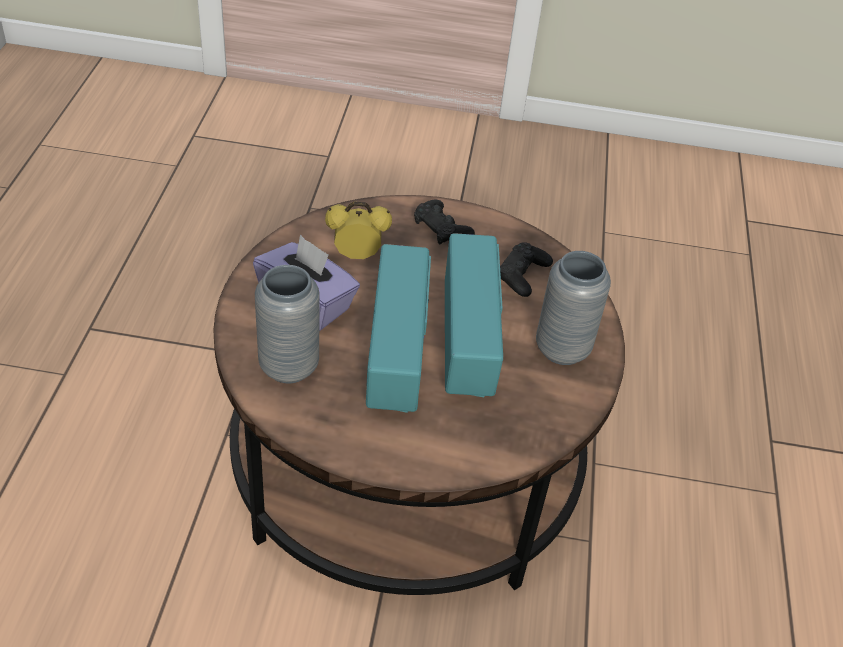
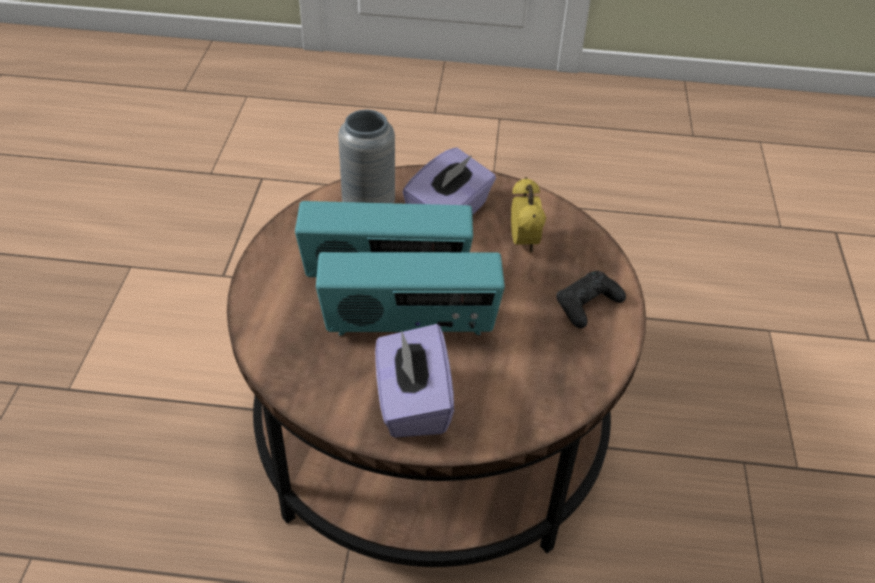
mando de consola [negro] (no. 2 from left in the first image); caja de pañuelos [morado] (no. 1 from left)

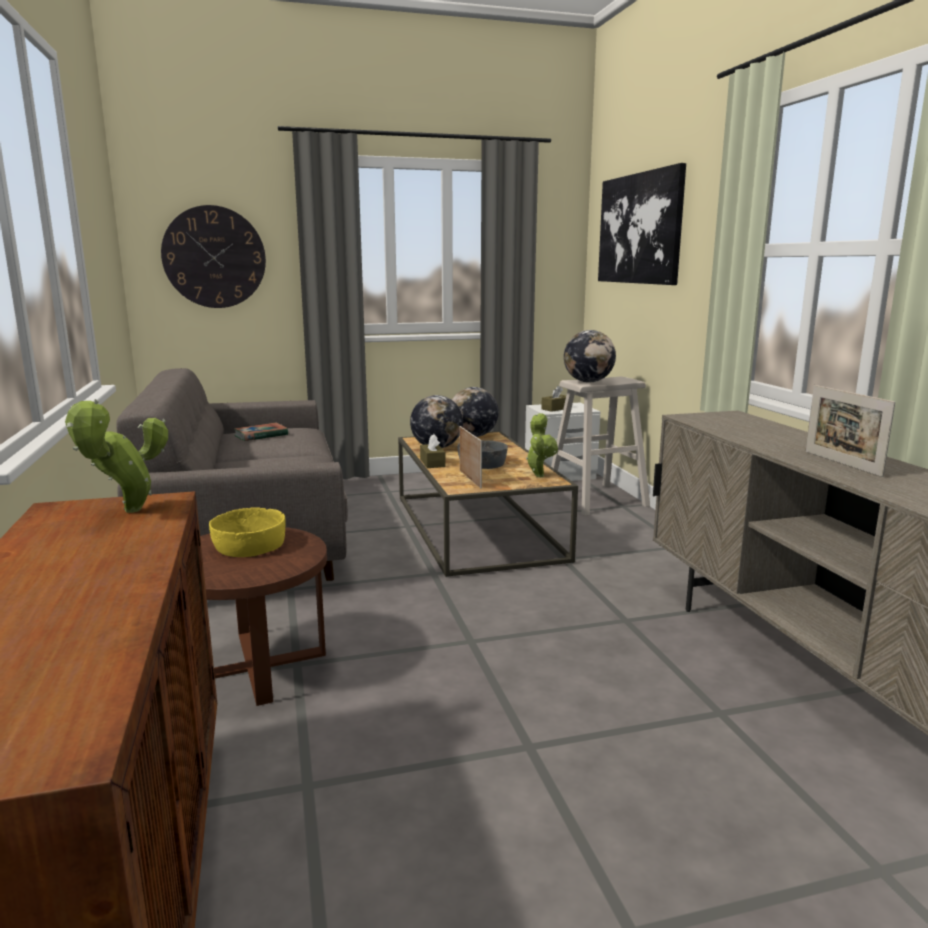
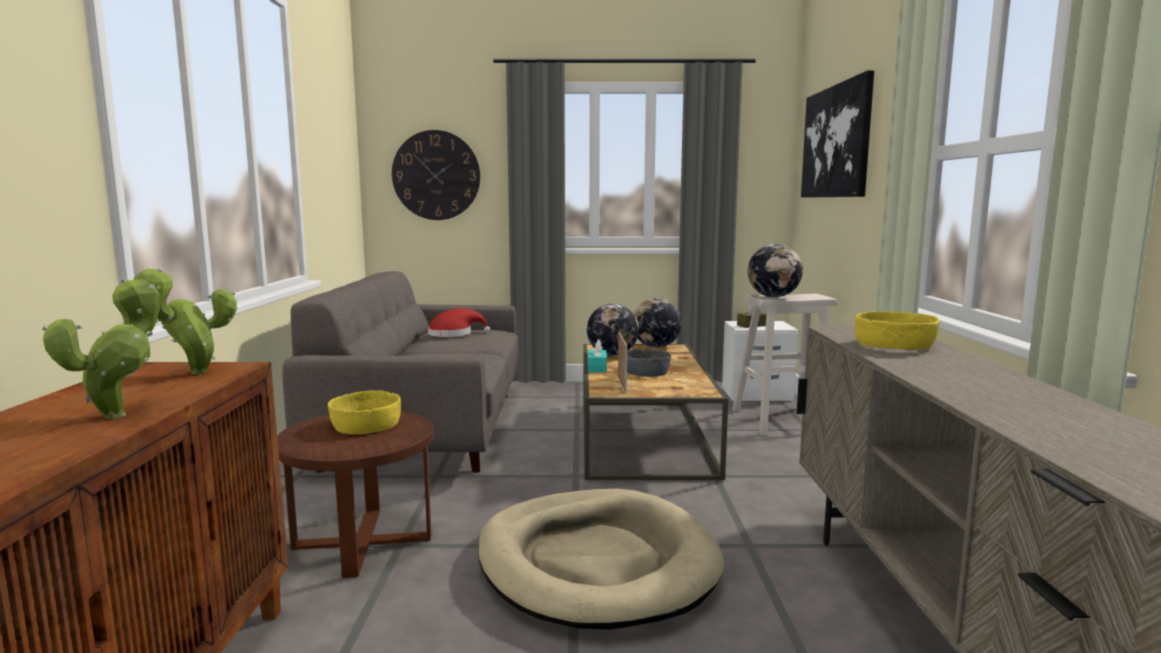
sombrero [rojo]; caja de pañuelos [turquesa]; planta en maceta (no. 1 from left); portarretratos (no. 2 from left in the first image); cama para perro [beis]; cuenco [amarillo] (no. 2 from left)

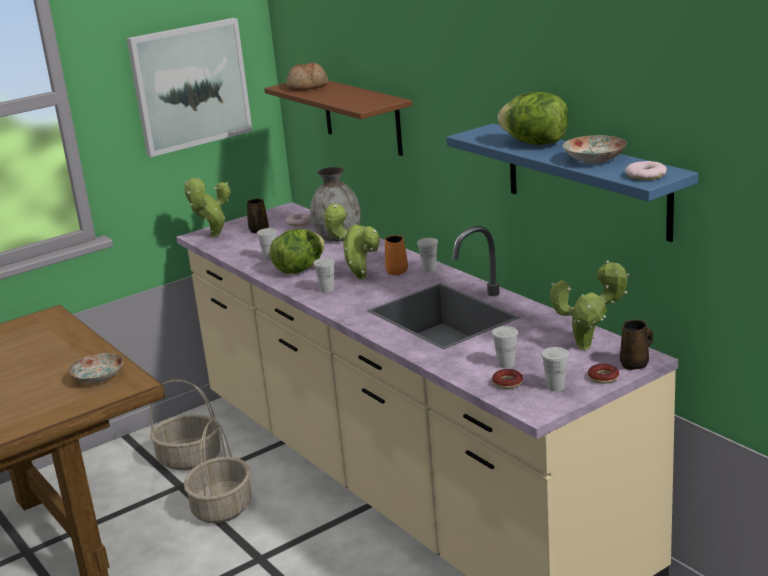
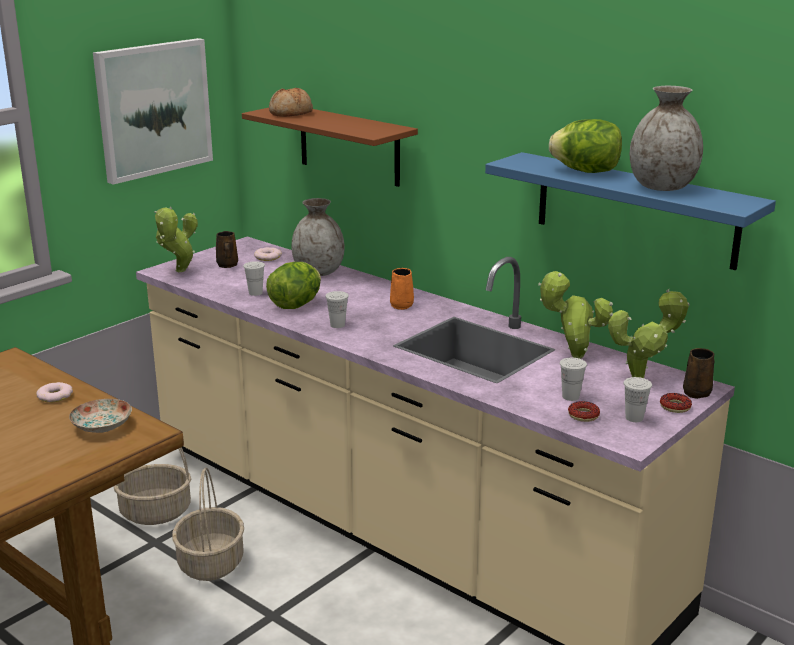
planta en maceta (no. 2 from left); taza [blanco] (no. 3 from left in the first image); florero [gris] (no. 2 from left); rosquilla (no. 1 from left)

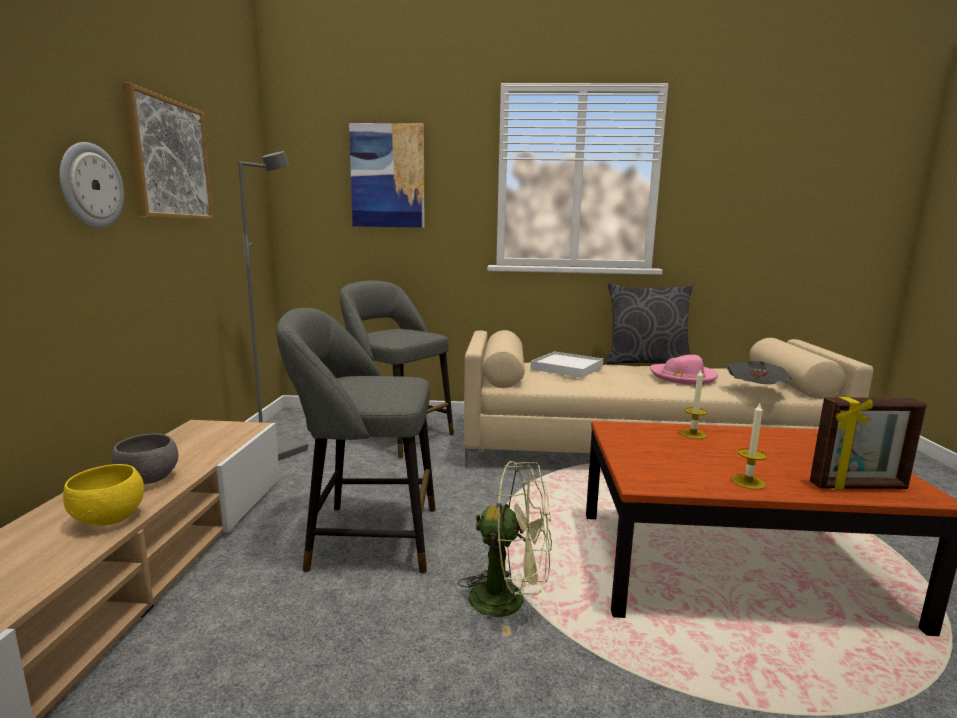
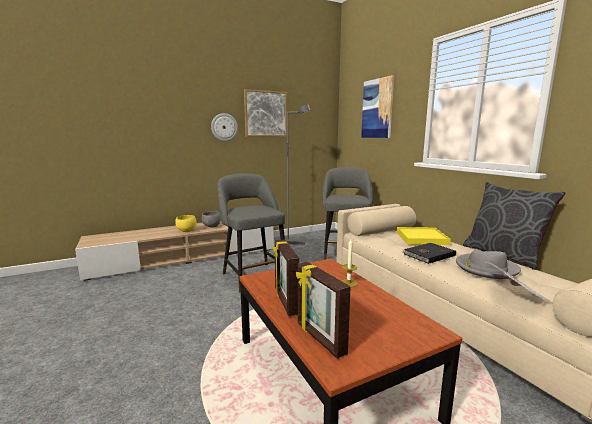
ventilador [verde]; bandeja [amarillo]; sombrero [gris]; portarretratos (no. 1 from left); libro [negro]

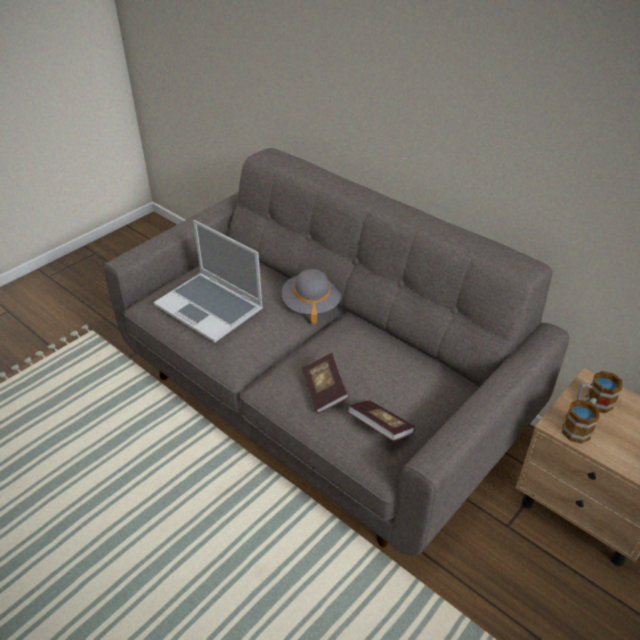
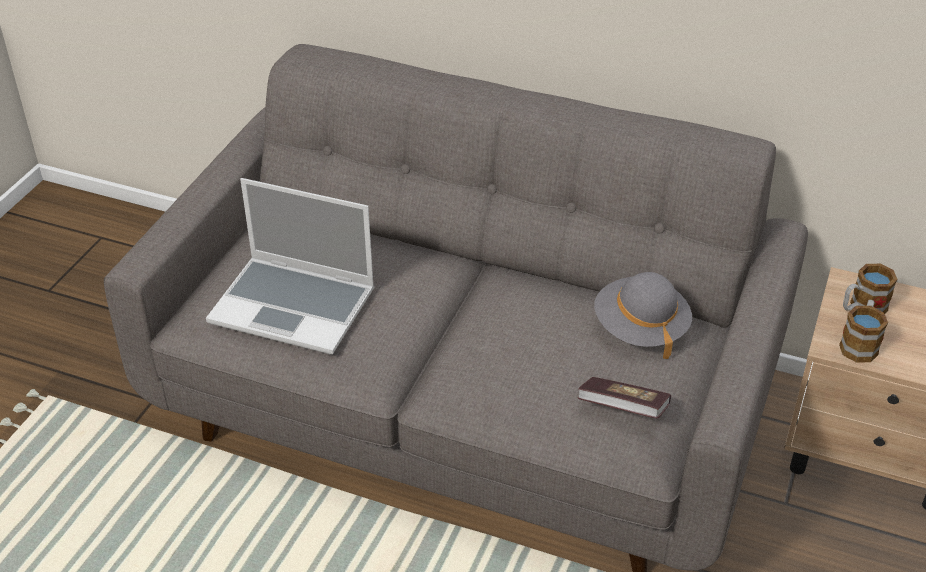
sombrero [gris]; libro (no. 1 from left in the first image)

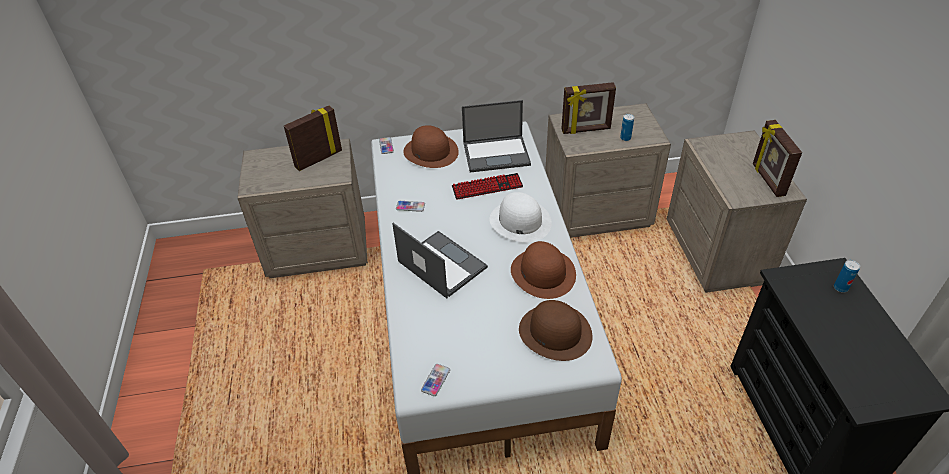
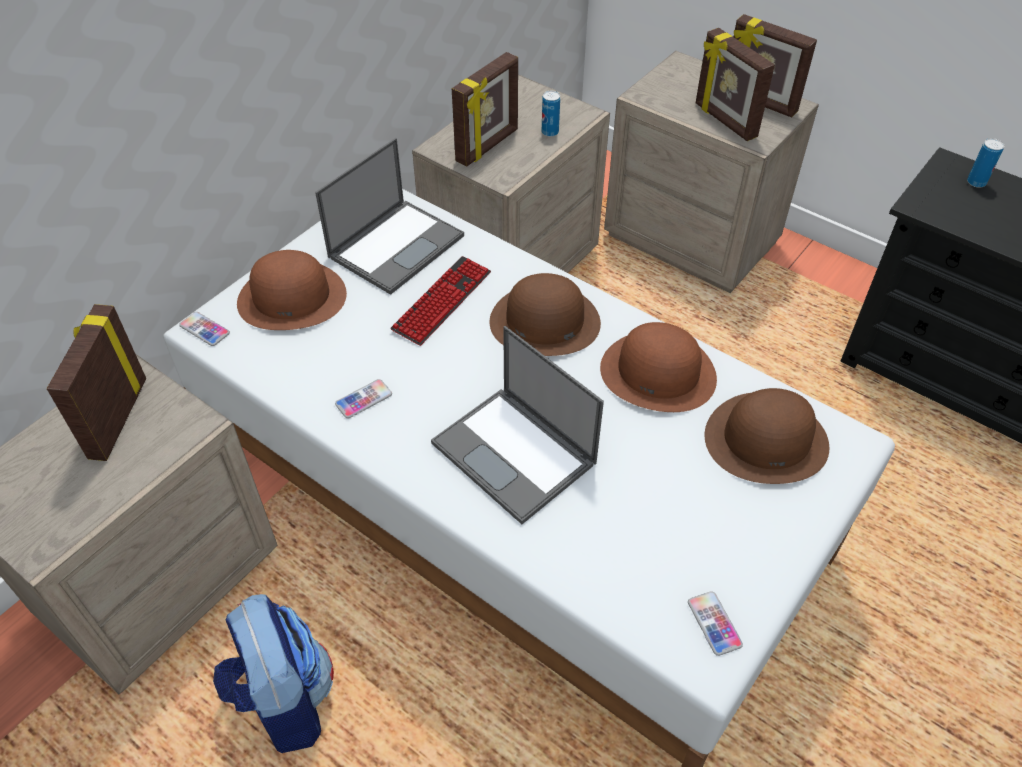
portátil (no. 2 from left); sombrero [marrón] (no. 2 from left); mochila; portarretratos (no. 3 from left)

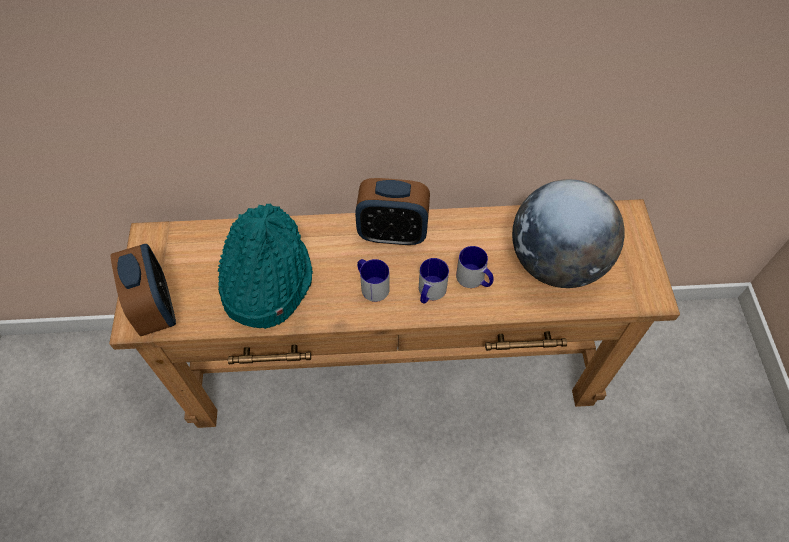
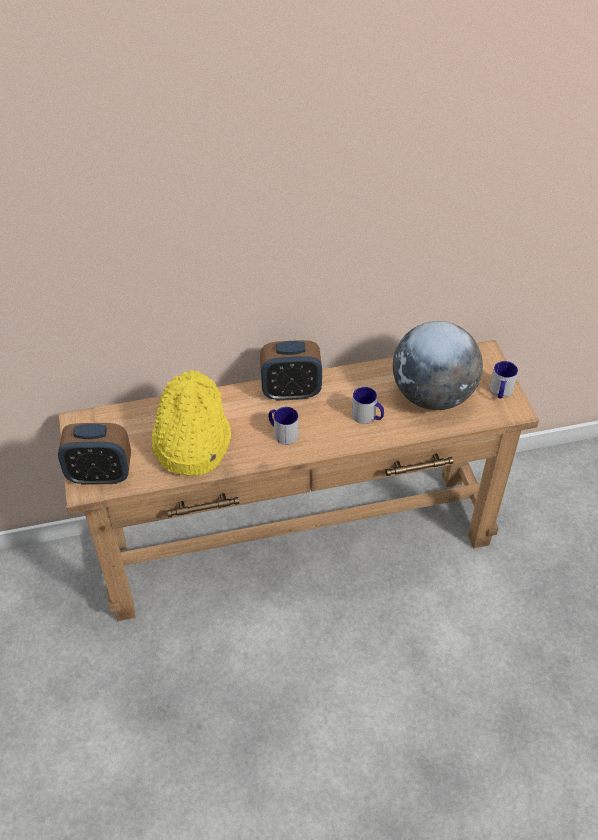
despertador (no. 1 from left); sombrero [amarillo]; taza grande (no. 3 from left)

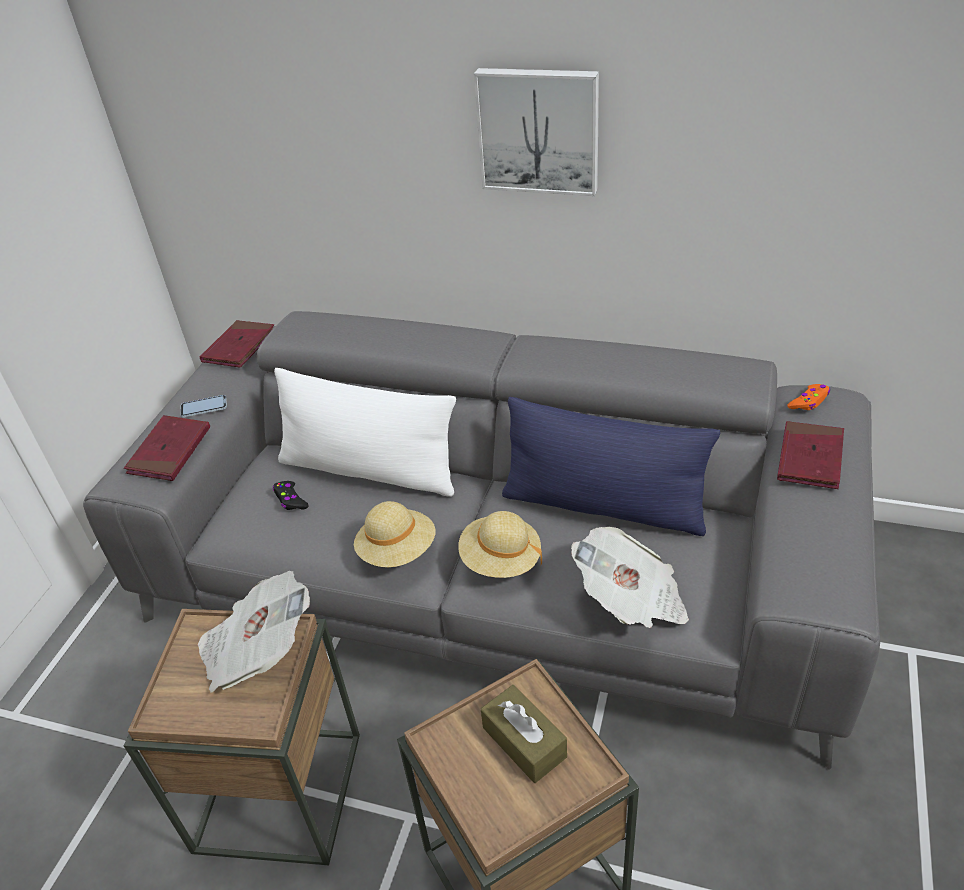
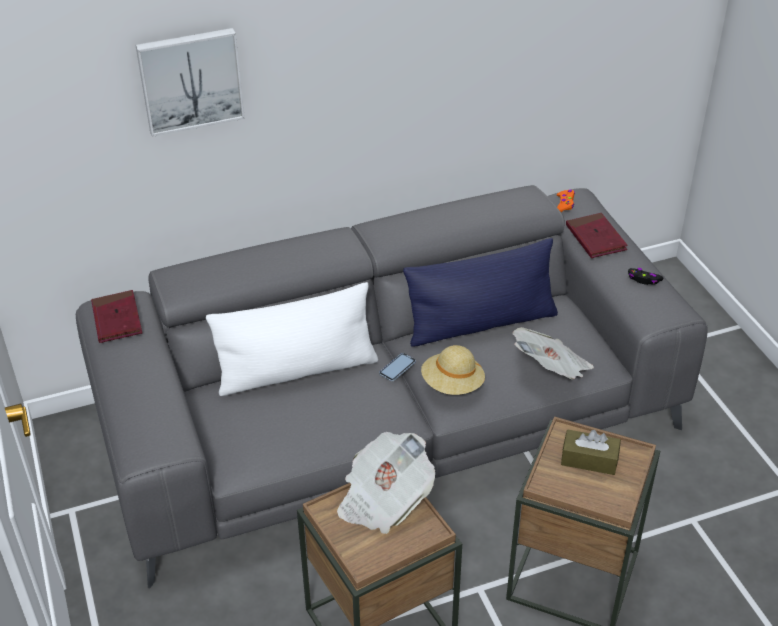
libro [rojo] (no. 1 from left in the first image); móvil; mando de consola [negro]; sombrero [beis] (no. 1 from left in the first image); cuadro

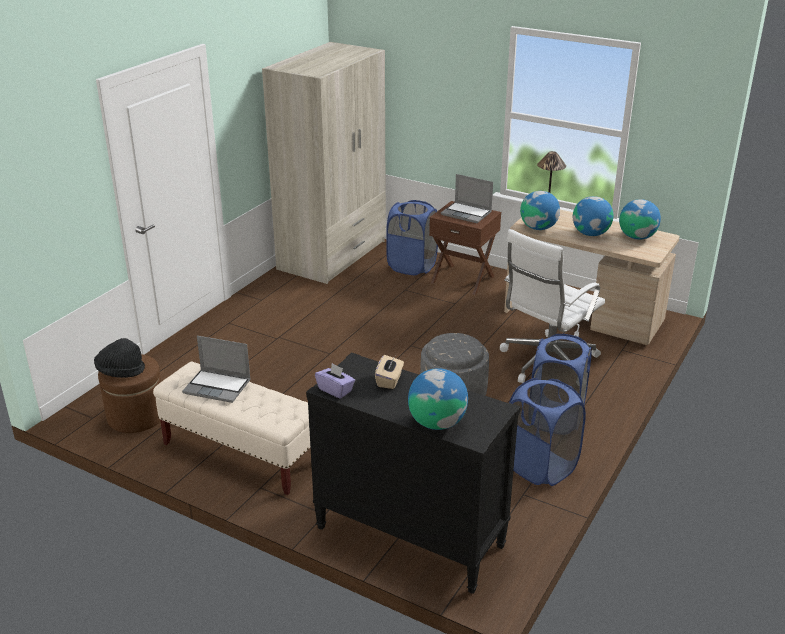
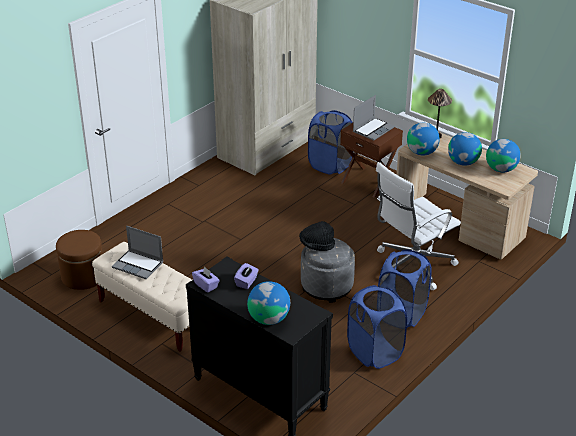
sombrero [negro]; caja de pañuelos [morado] (no. 2 from left); portátil (no. 2 from left)

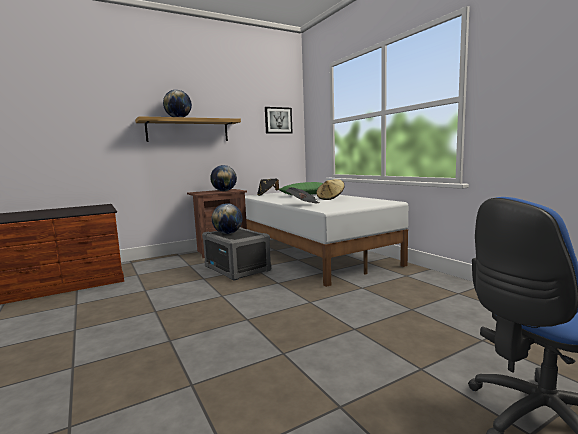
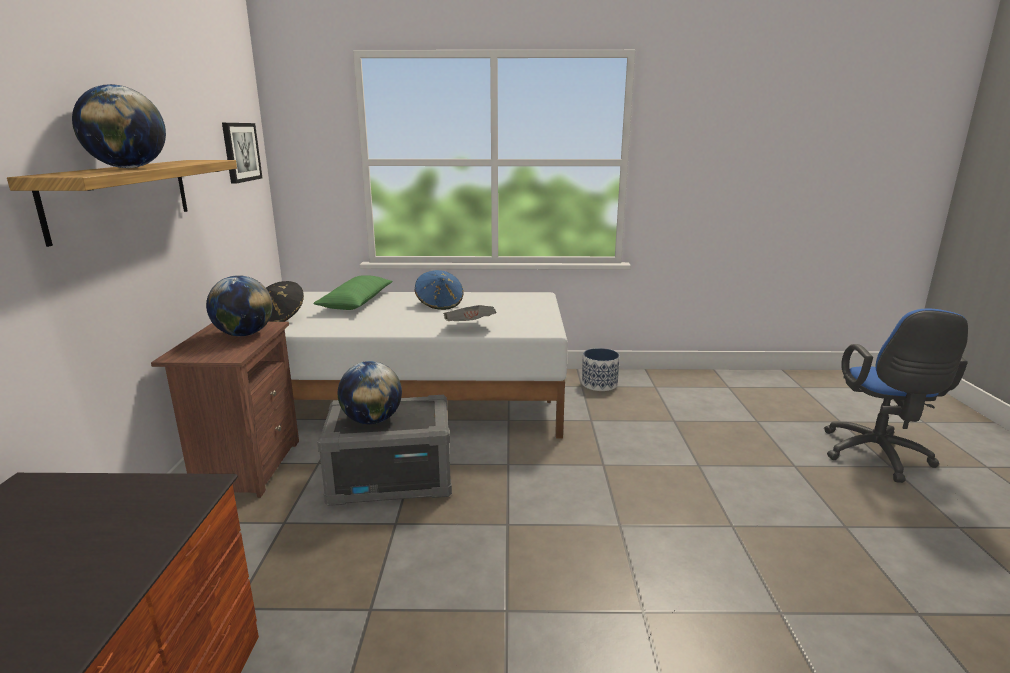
sombrero [azul]; maceta

